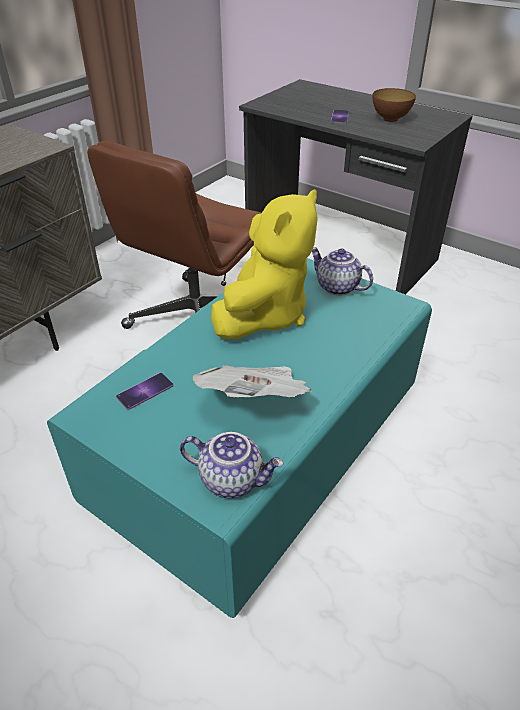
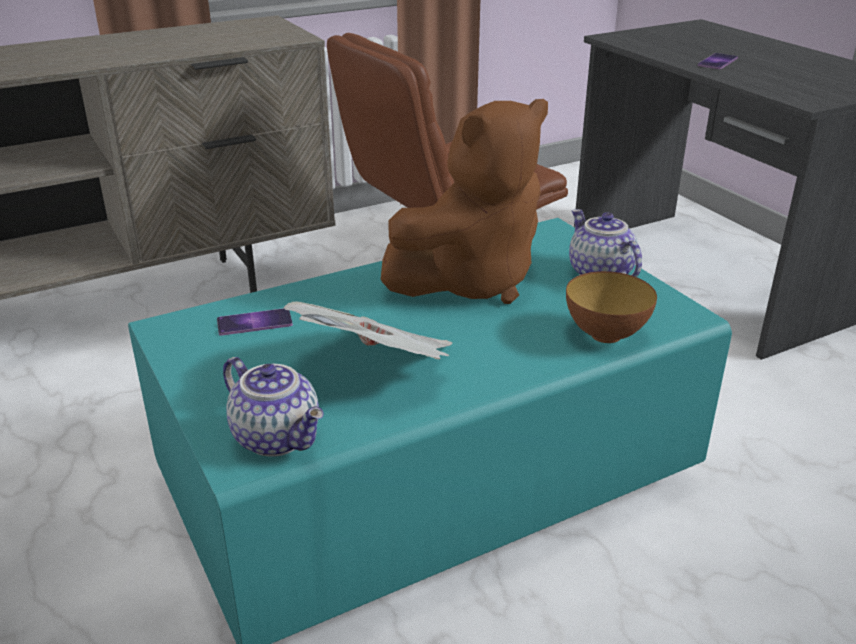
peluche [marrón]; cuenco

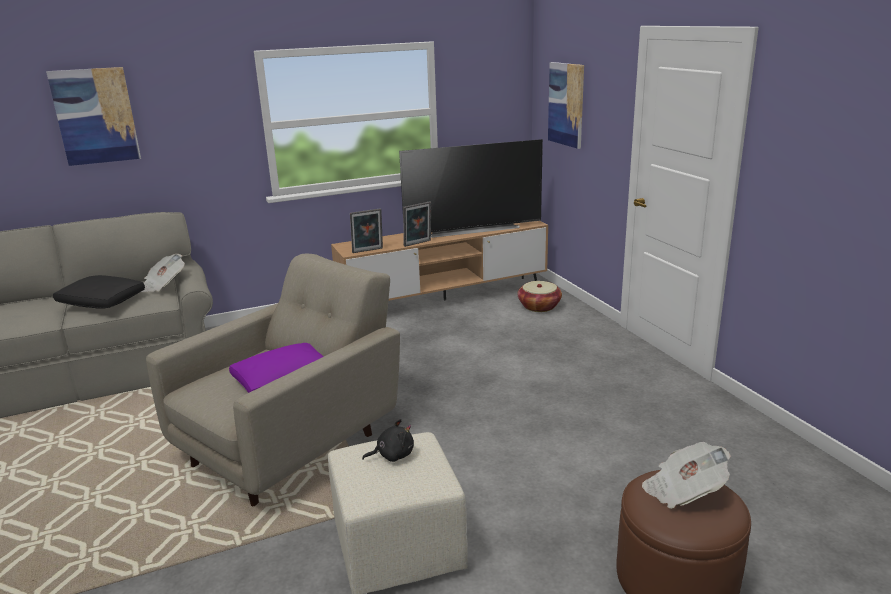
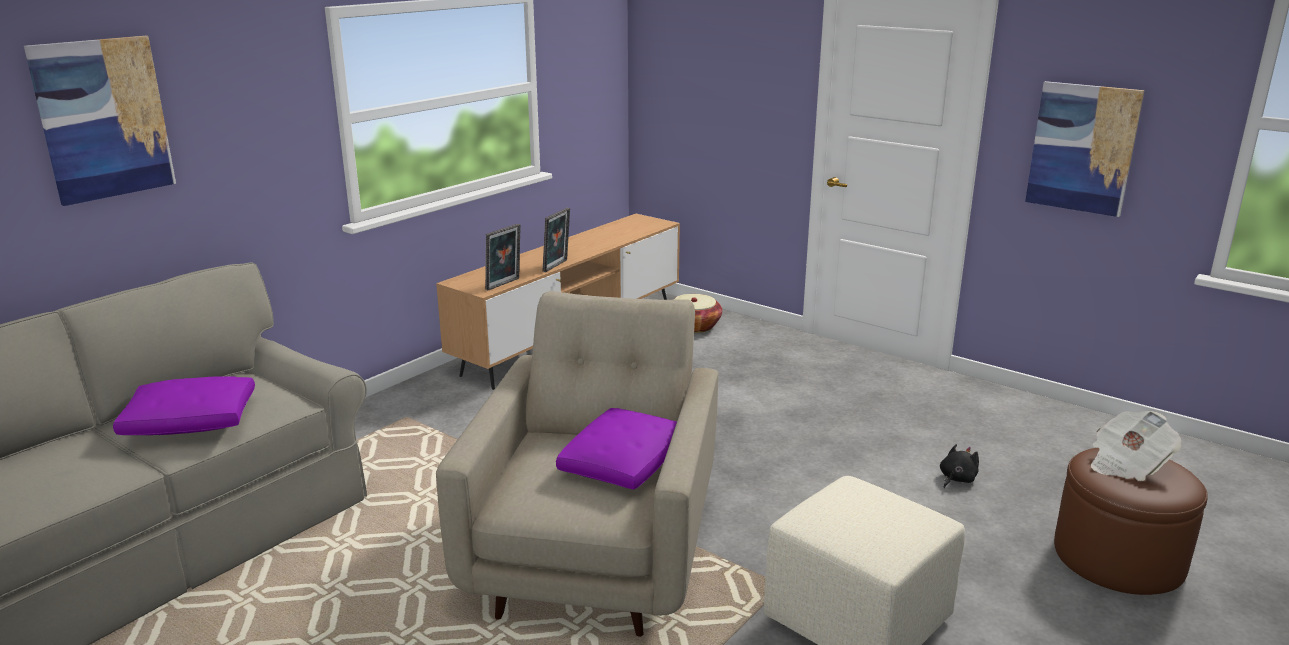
cojín [morado] (no. 1 from left); periódico (no. 1 from left in the first image); peluche [negro]; televisor; cuadro (no. 2 from left)

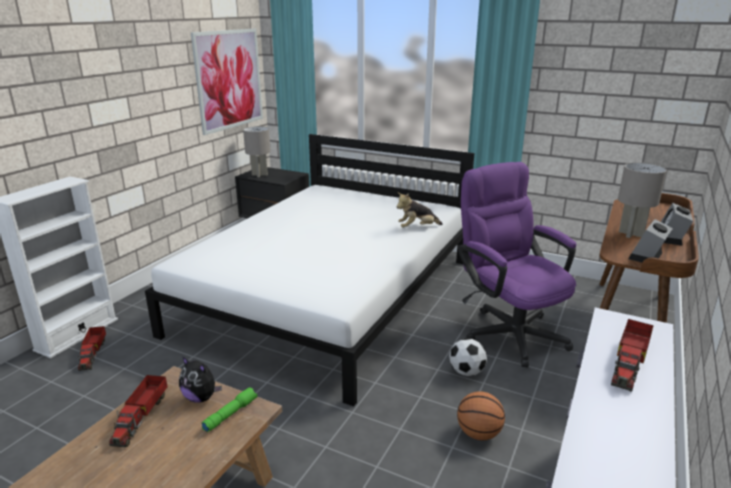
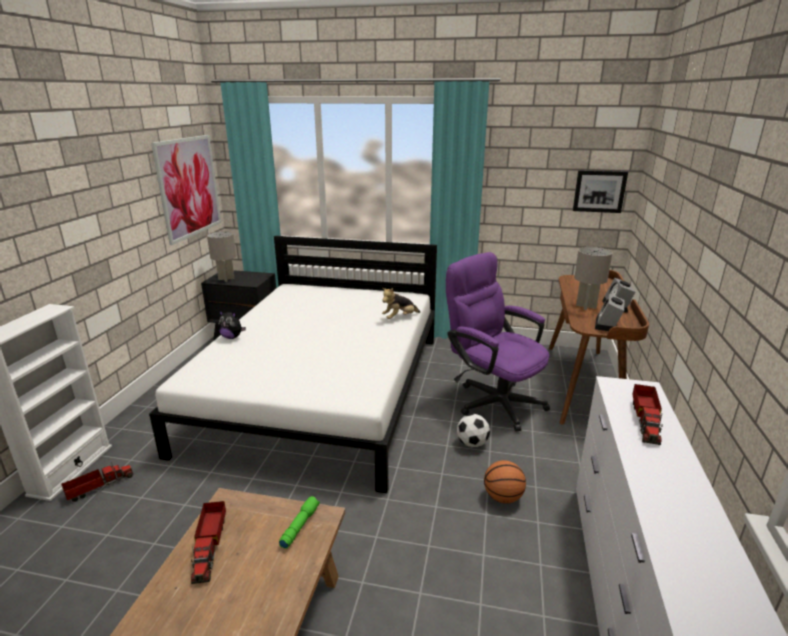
camión de juguete (no. 1 from left); peluche (no. 1 from left); cuadro (no. 2 from left)

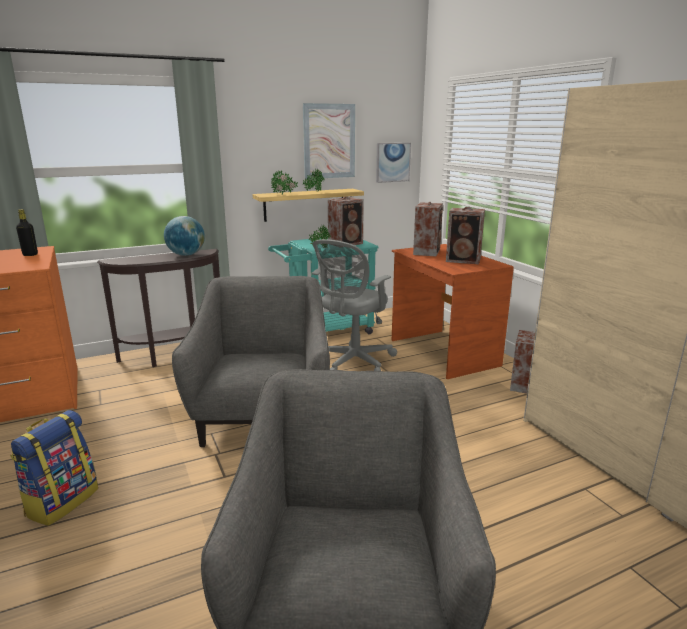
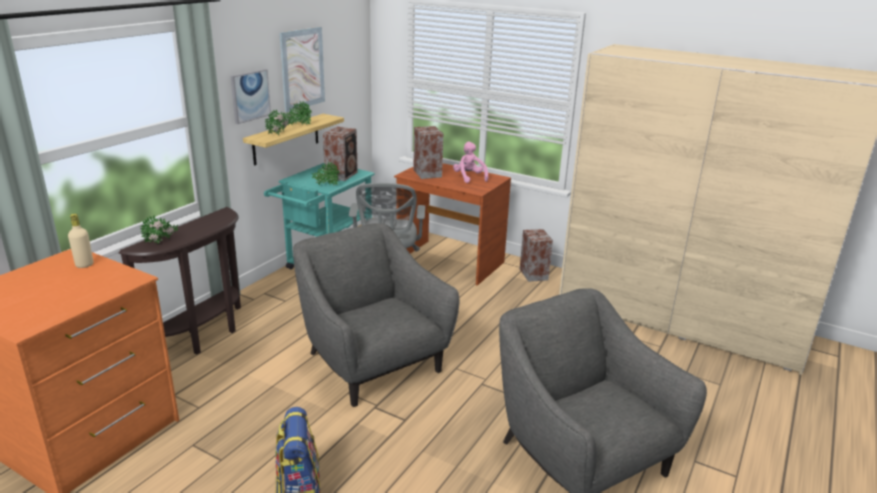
botella [beis]; globo terráqueo; cuadro (no. 1 from left); peluche [rosa]; planta en maceta (no. 1 from left)

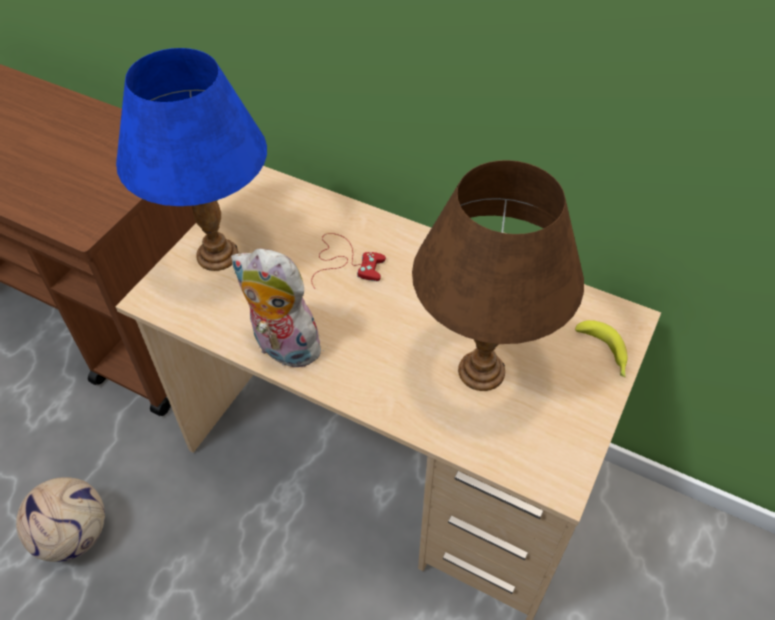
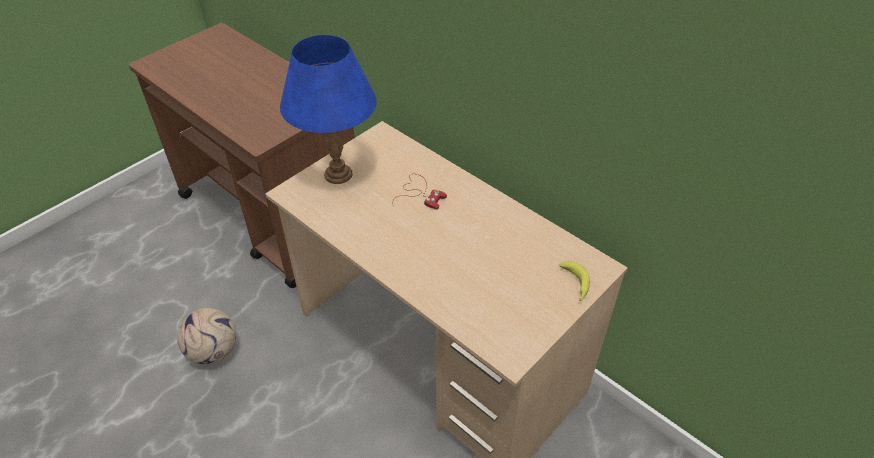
peluche; lámpara de mesa [marrón]

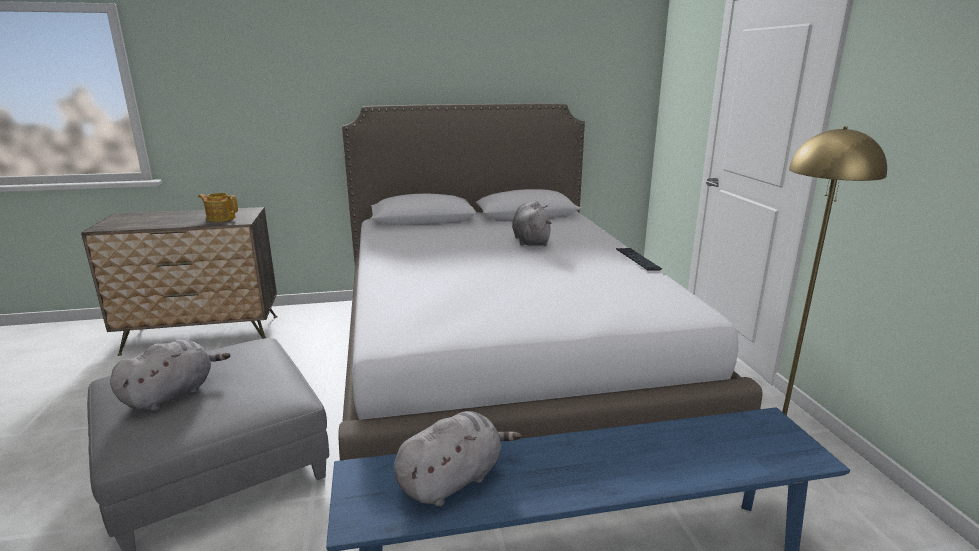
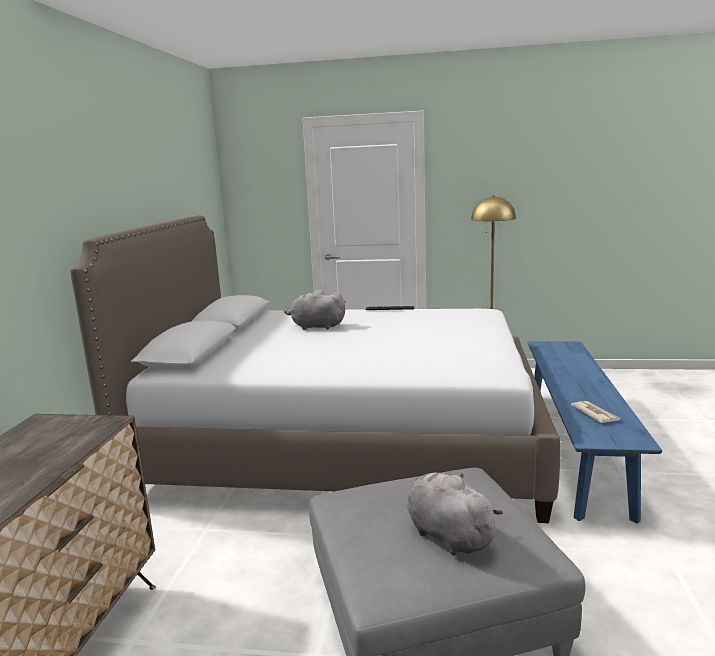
tetera; periódico

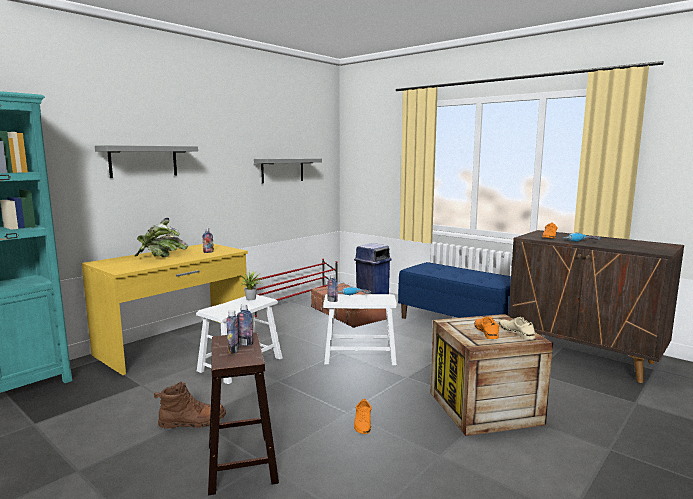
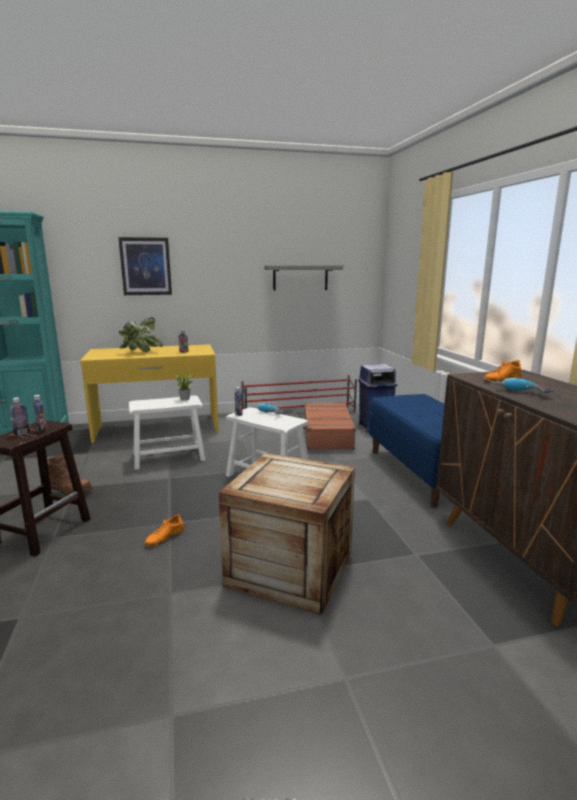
cuadro; zapato [naranja] (no. 2 from left in the first image); zapato [beis]

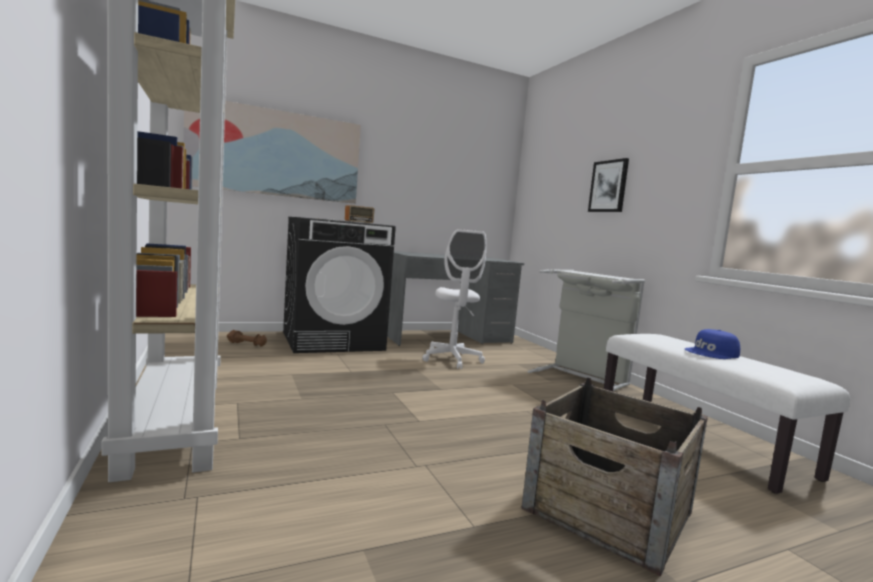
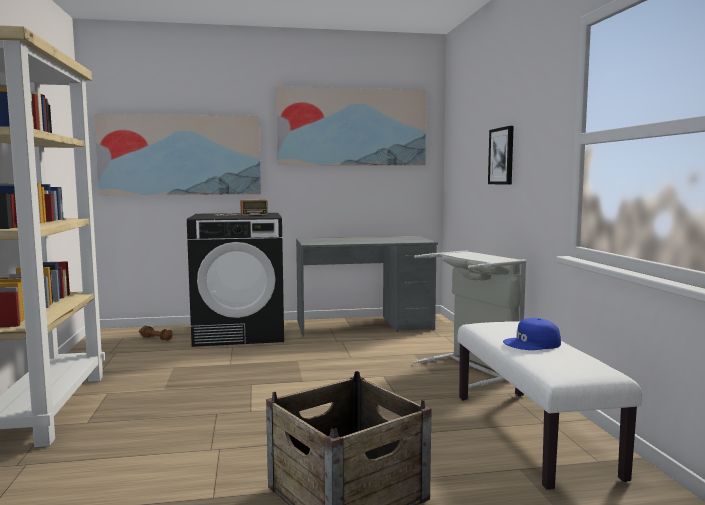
silla de oficina [blanco]; cuadro (no. 2 from left)

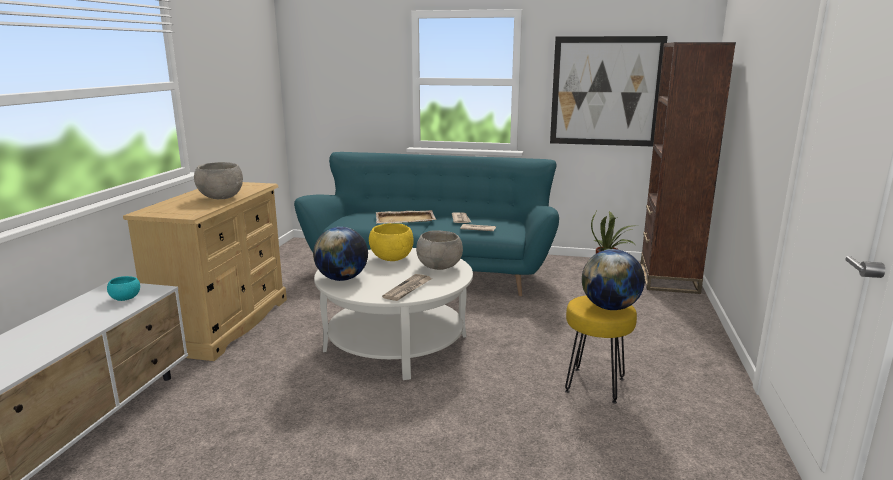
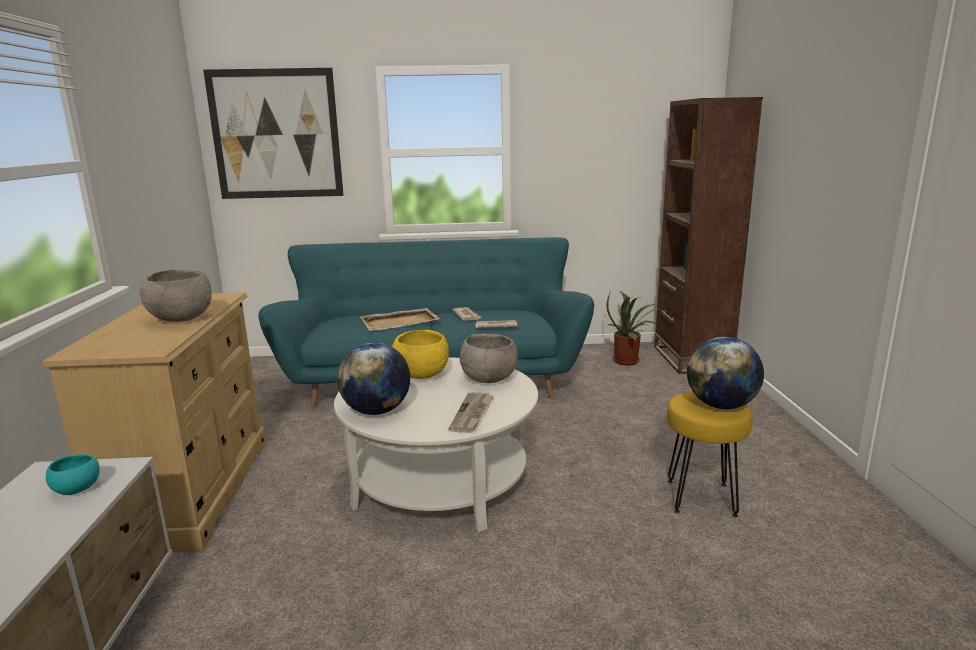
cuadro

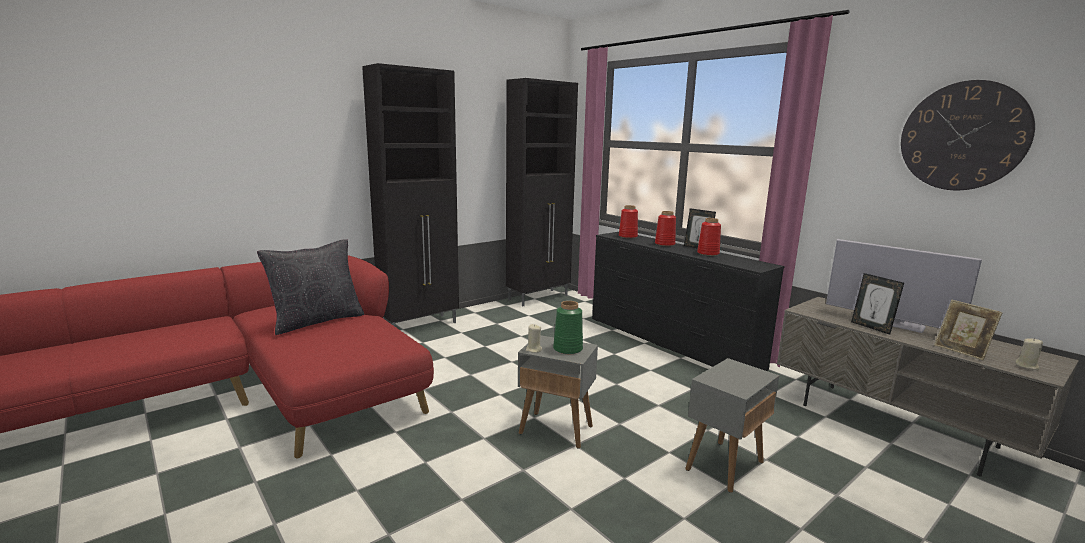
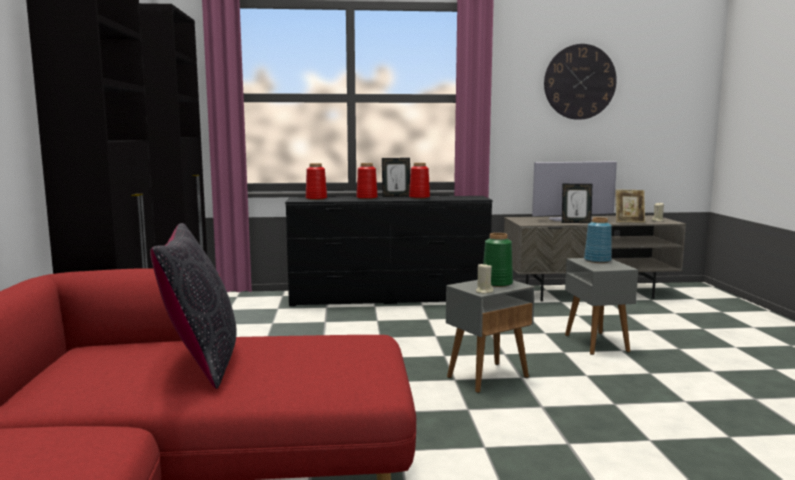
florero [azul]

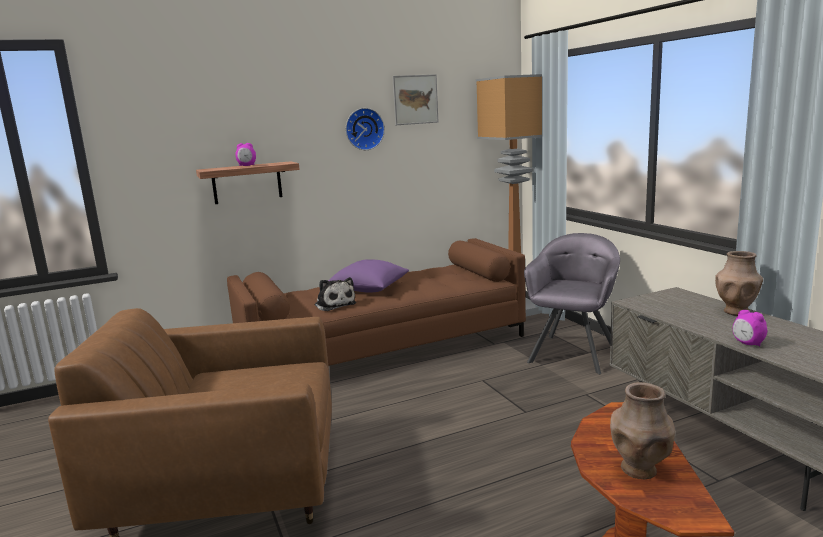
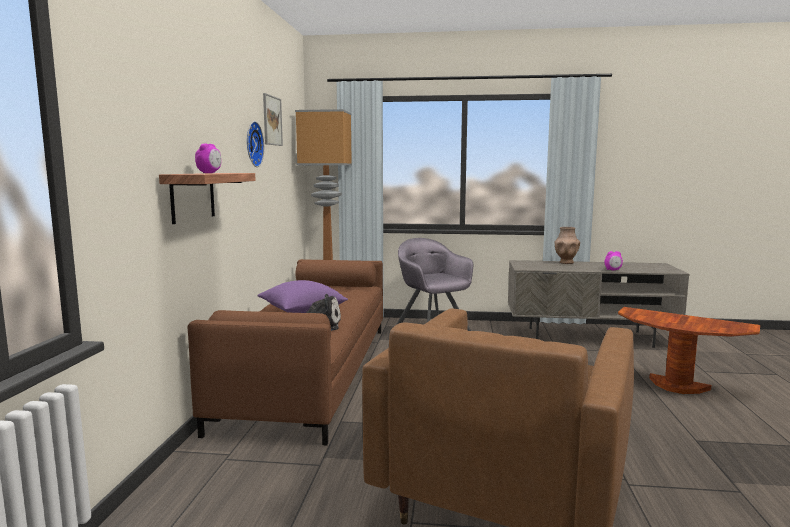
florero [marrón] (no. 1 from left in the first image)

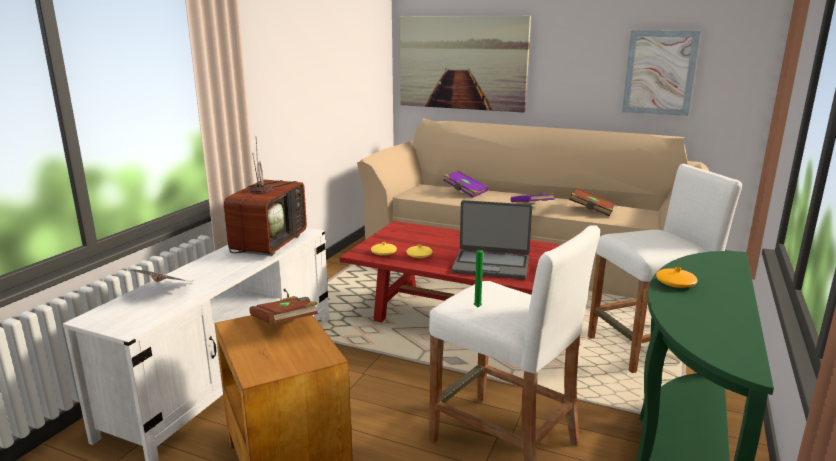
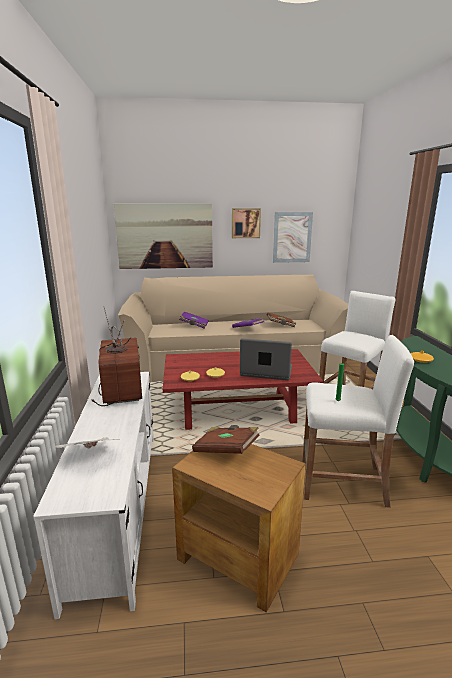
portátil; cuadro (no. 2 from left)

